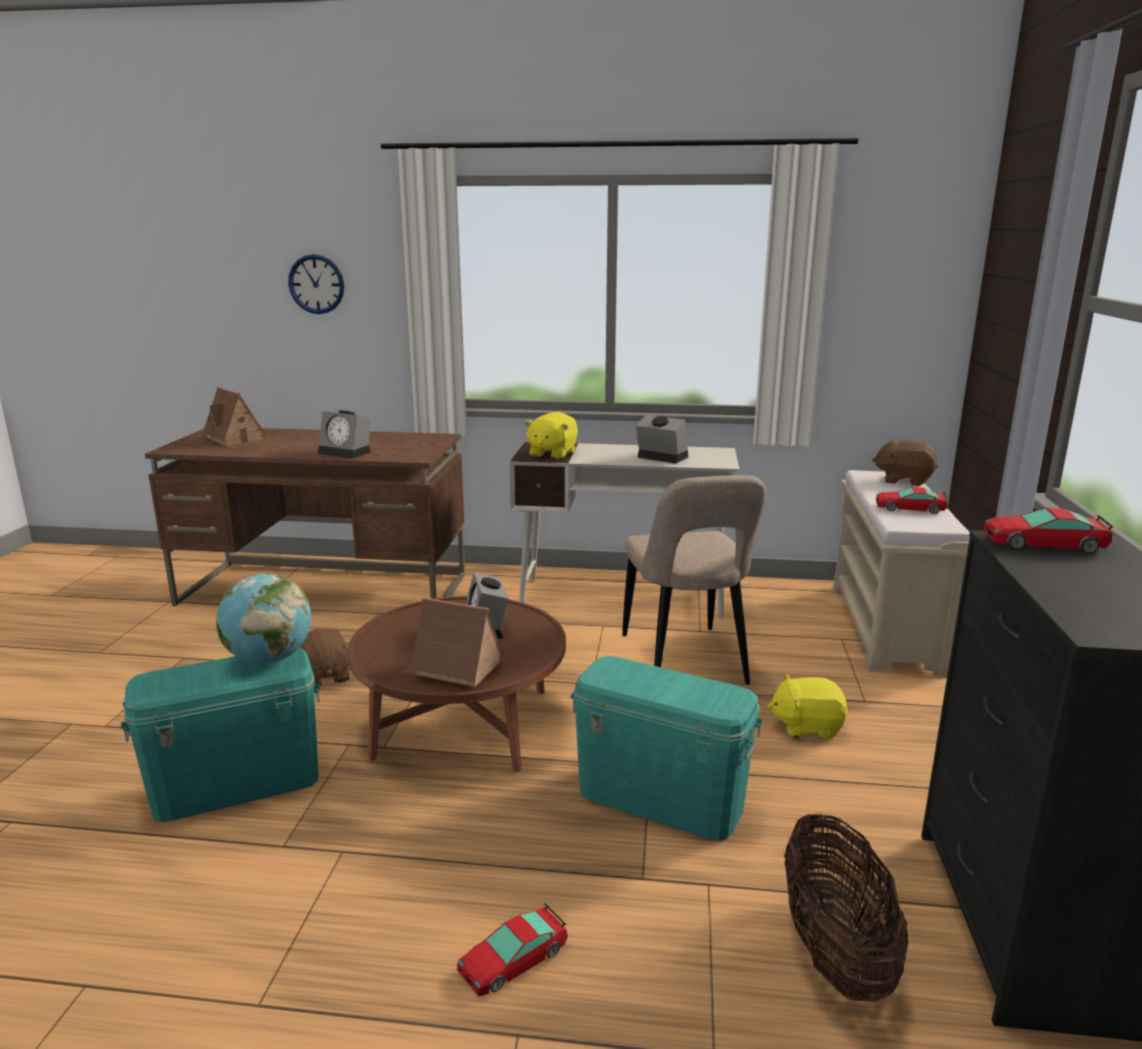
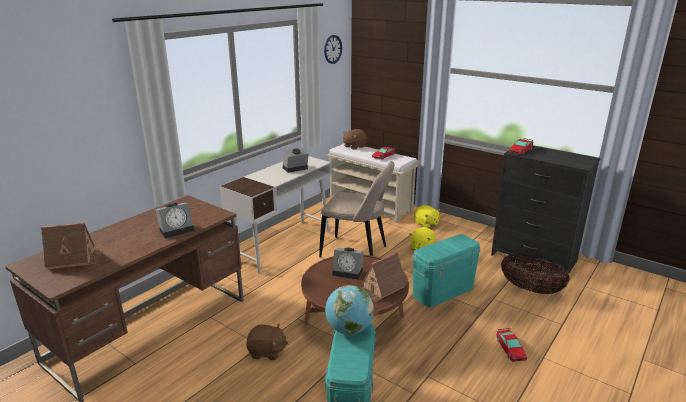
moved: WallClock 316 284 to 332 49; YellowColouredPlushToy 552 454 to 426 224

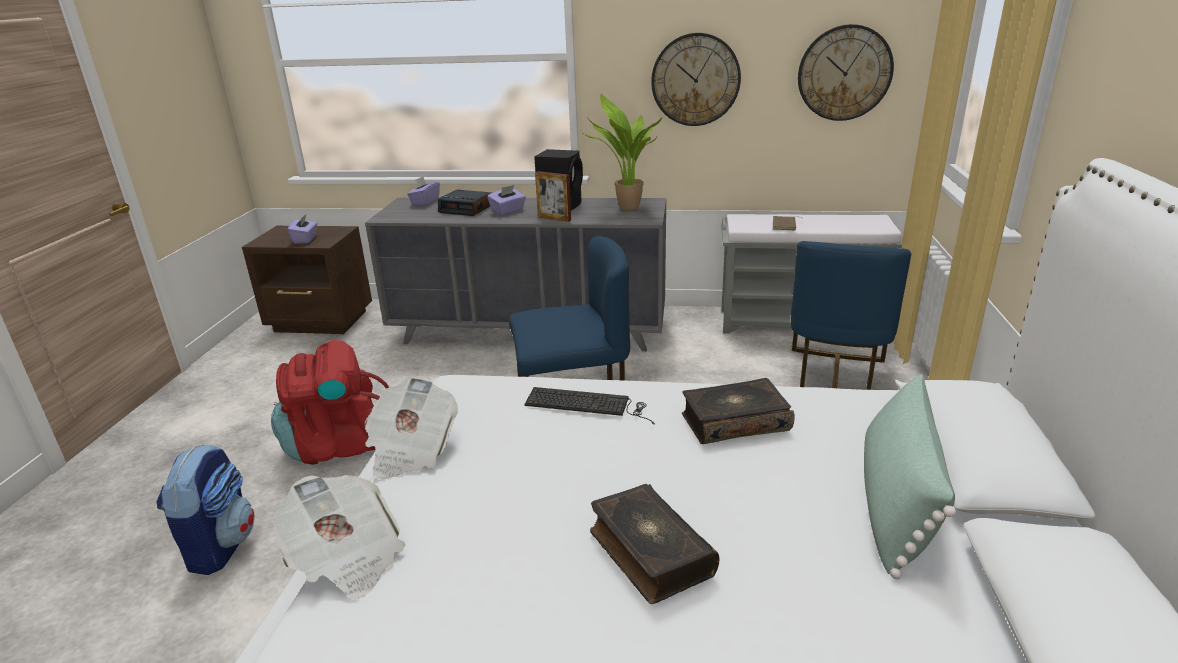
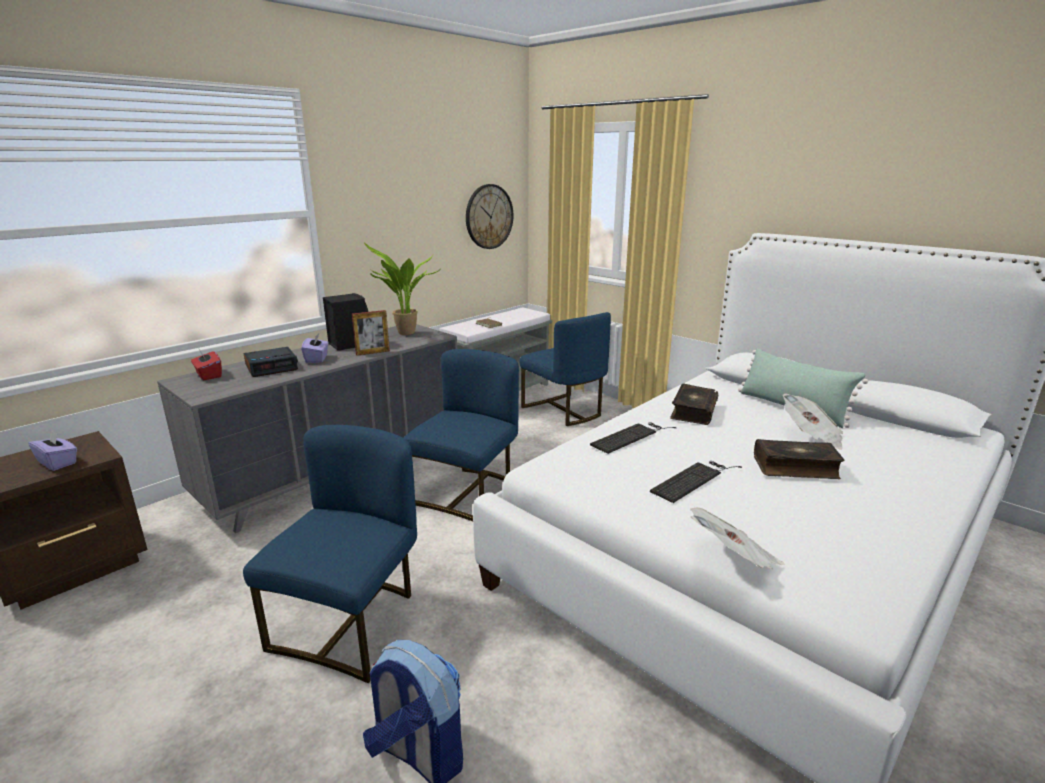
removed: WallClock 695 80
added: ComputerKeyboard 693 479
moved: DailyPaper 411 449 to 811 436
replaced: RedColouredKnapsack 338 444 to BluePlainChair 350 623
recoloured: PurpleTissueBox 425 202 to RedColouredTissueBox 208 375

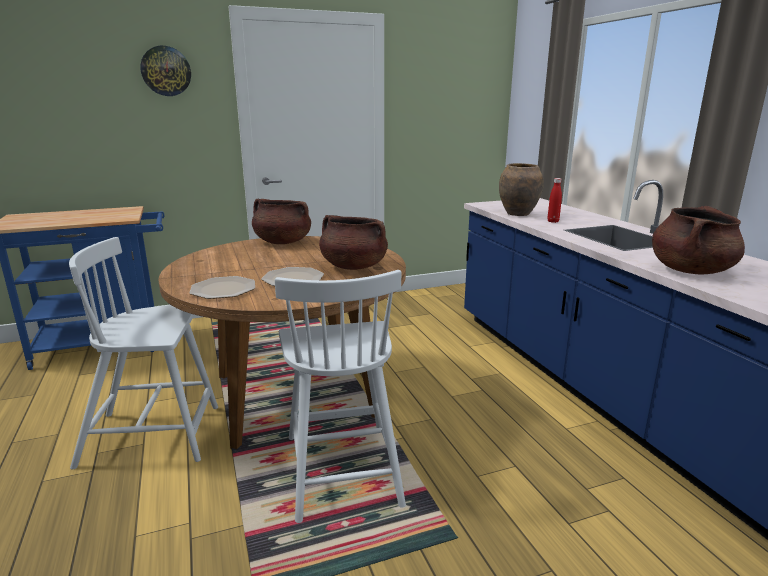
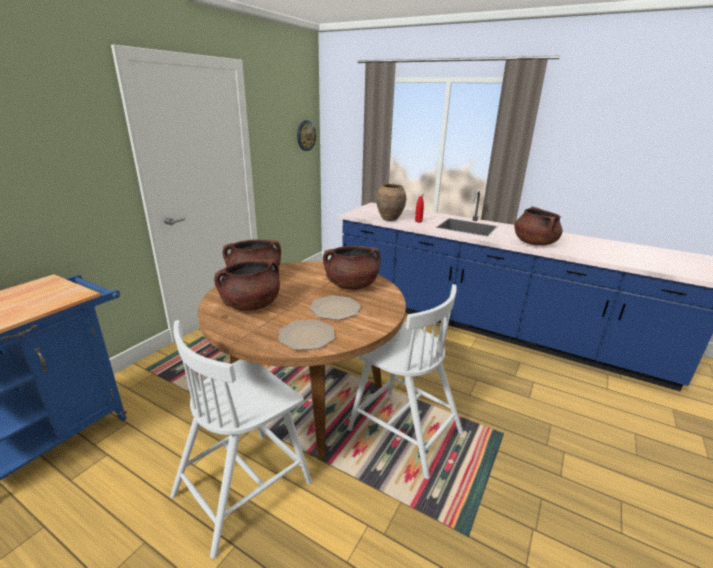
added: BrownCookingPot 251 305
moved: WallClock 166 71 to 305 135

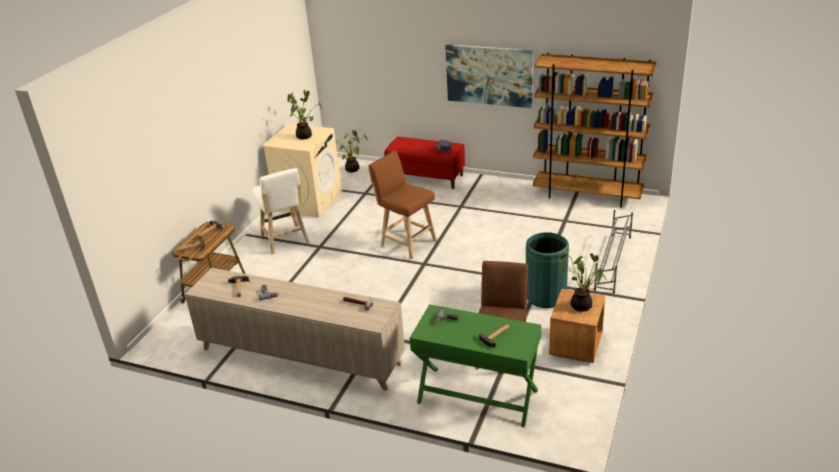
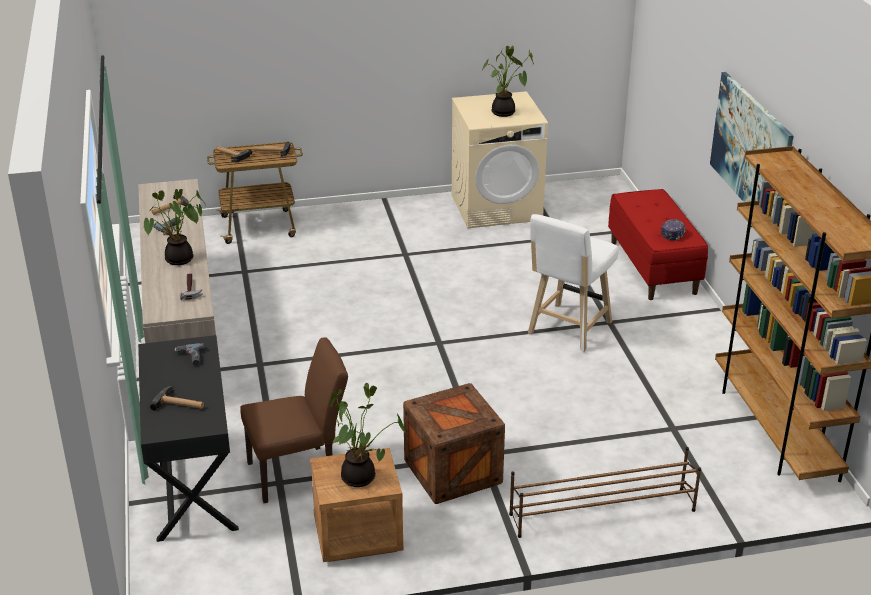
removed: BrownSittingStool 406 242
moved: PlantInAPot 353 170 to 178 260; WhiteSittingStool 285 241 to 567 330
replaced: GreenRubbishBin 545 296 to PackingCrate 453 472
recoloured: GreenDeskTable 477 397 to BlackDeskTable 192 482; GrayShoeStand 612 262 to BrownShoeStand 601 512

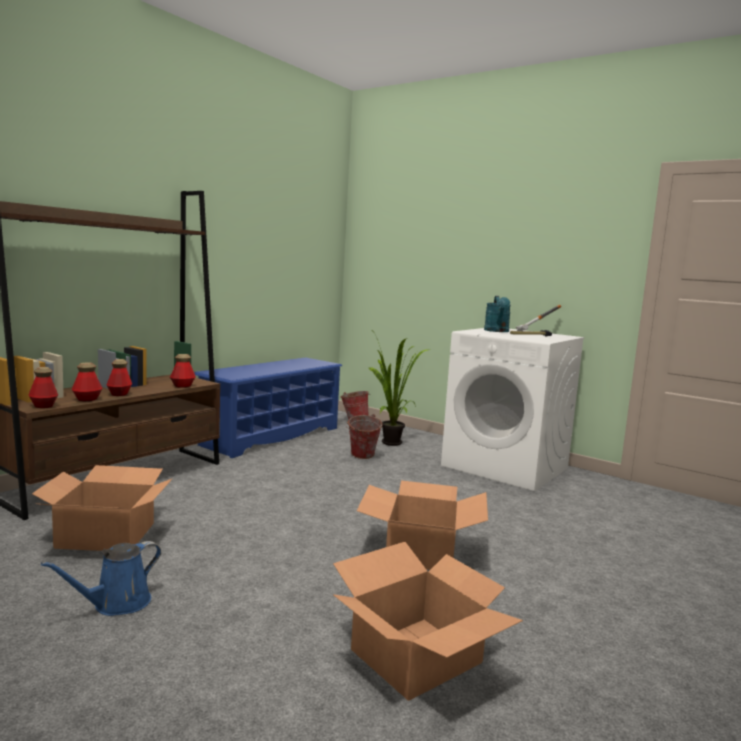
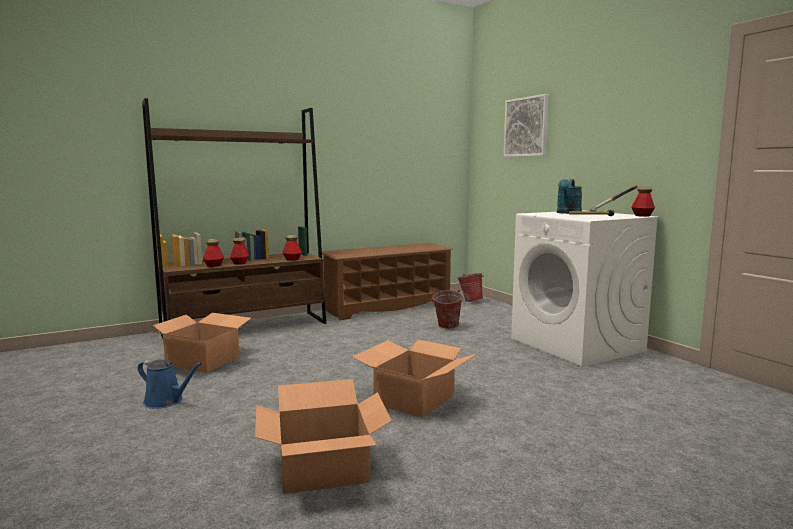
removed: PlantInAPot 390 444
added: Picture 526 127
moved: Bottle 43 406 to 642 216
recoloured: BlueShoeStand 271 436 to BrownShoeStand 387 307
turned: BlueWateringPot 117 604 = 166 401 135 degrees counterclockwise

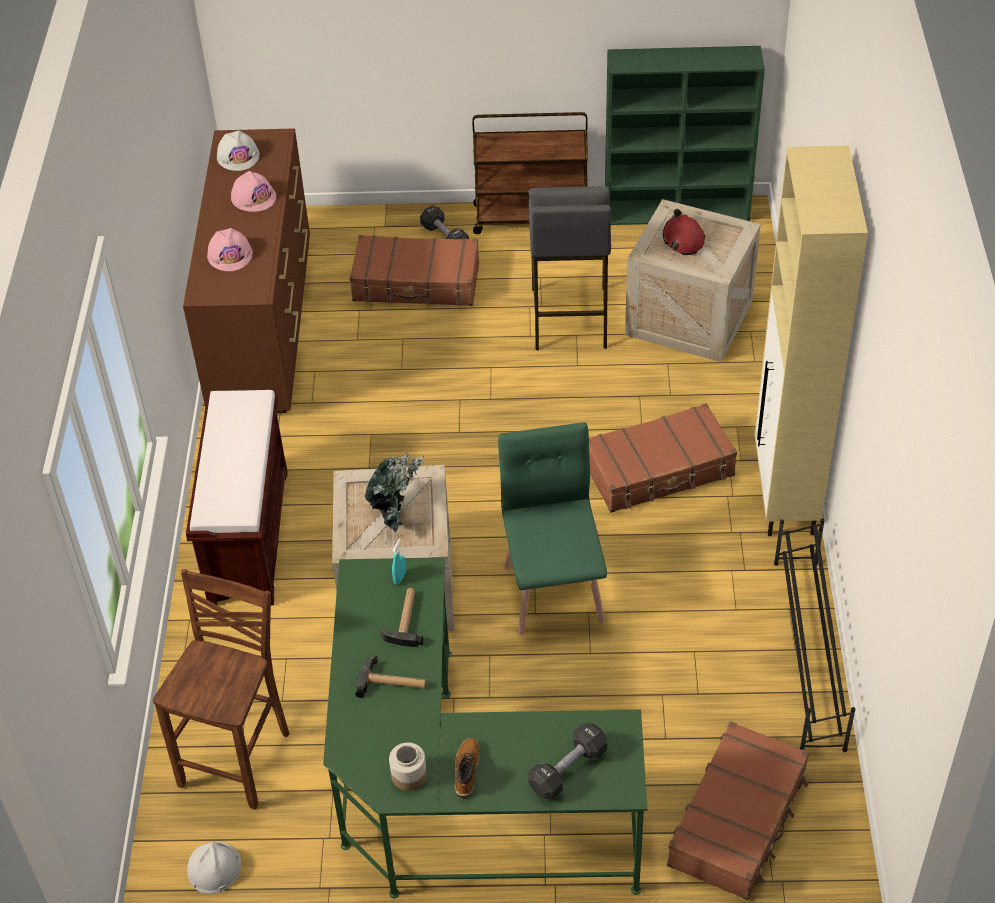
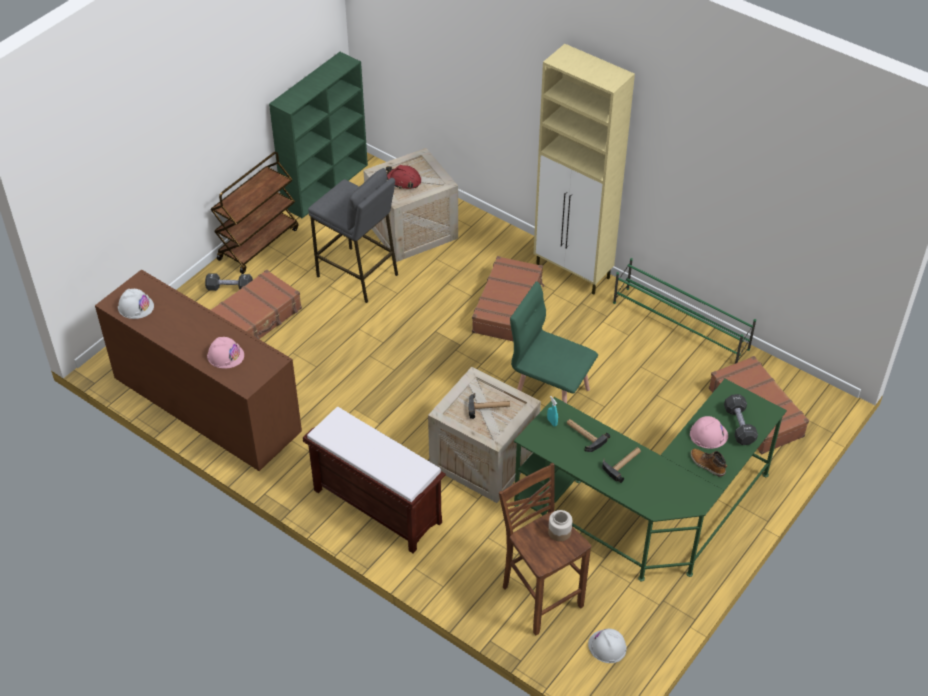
moved: StorageJar 409 775 to 559 531; PinkishWorkHelmet 253 197 to 708 434
replaced: PlantInAPot 395 515 to ToolHammer 489 407
recoloured: BlackShoeStand 808 653 to GreenShoeStand 680 326

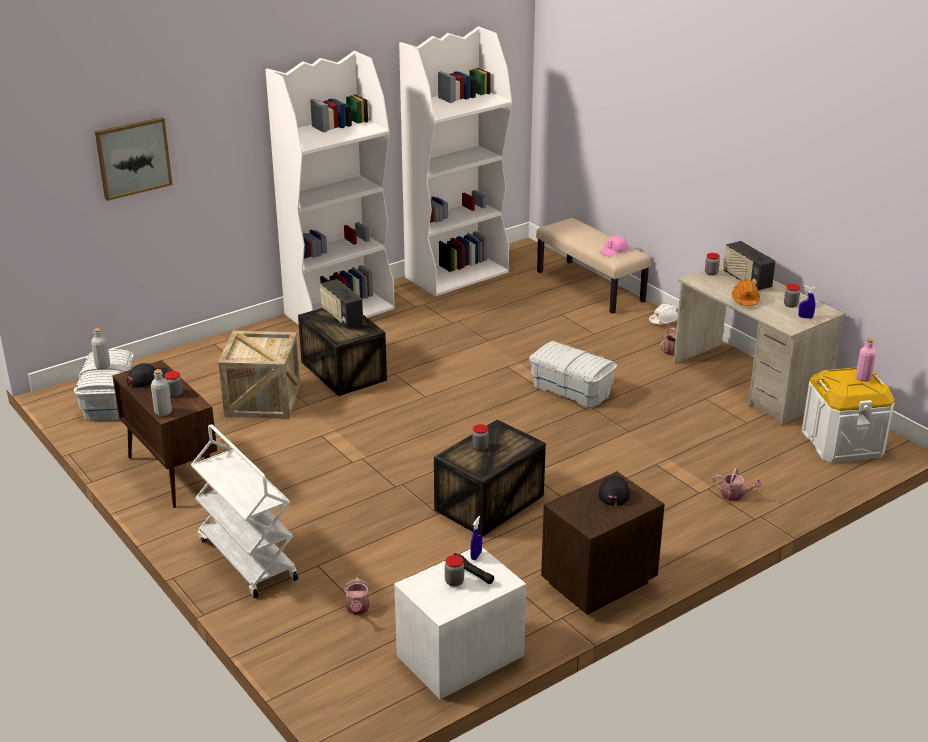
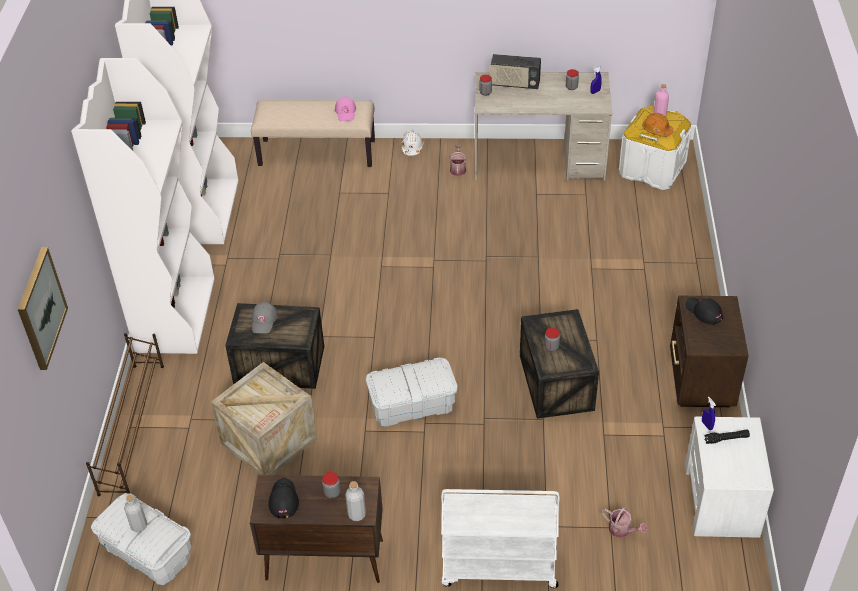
removed: StorageJar 454 582; WateringPot 735 496
added: BrownShoeStand 132 427
moved: WhiteStorageContainer 571 389 to 412 405; OrangeyWorkHelmet 745 300 to 657 130
replaced: Radio 341 317 to GrayBaseballCap 264 320

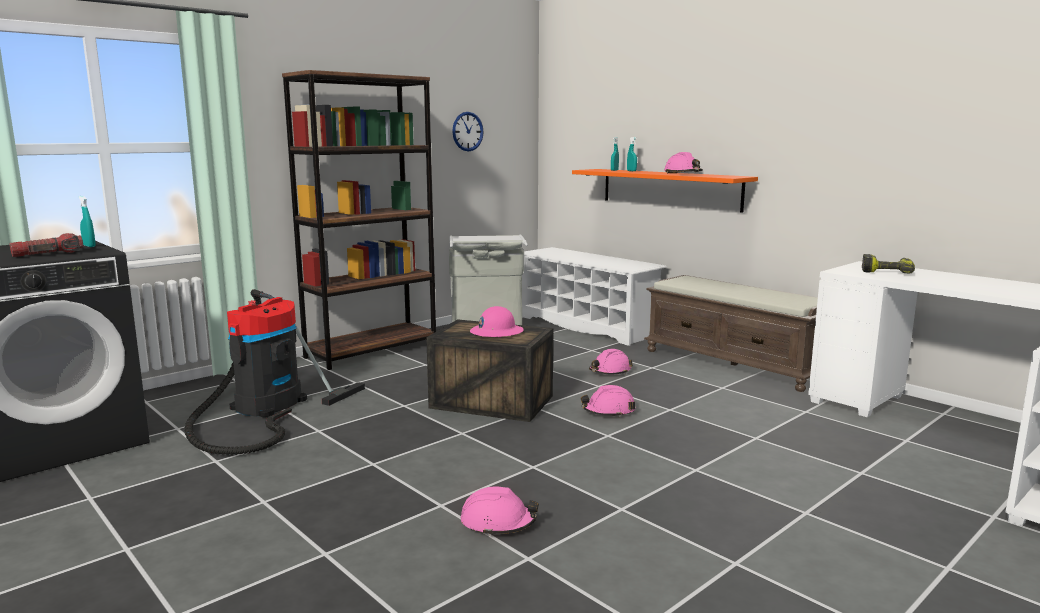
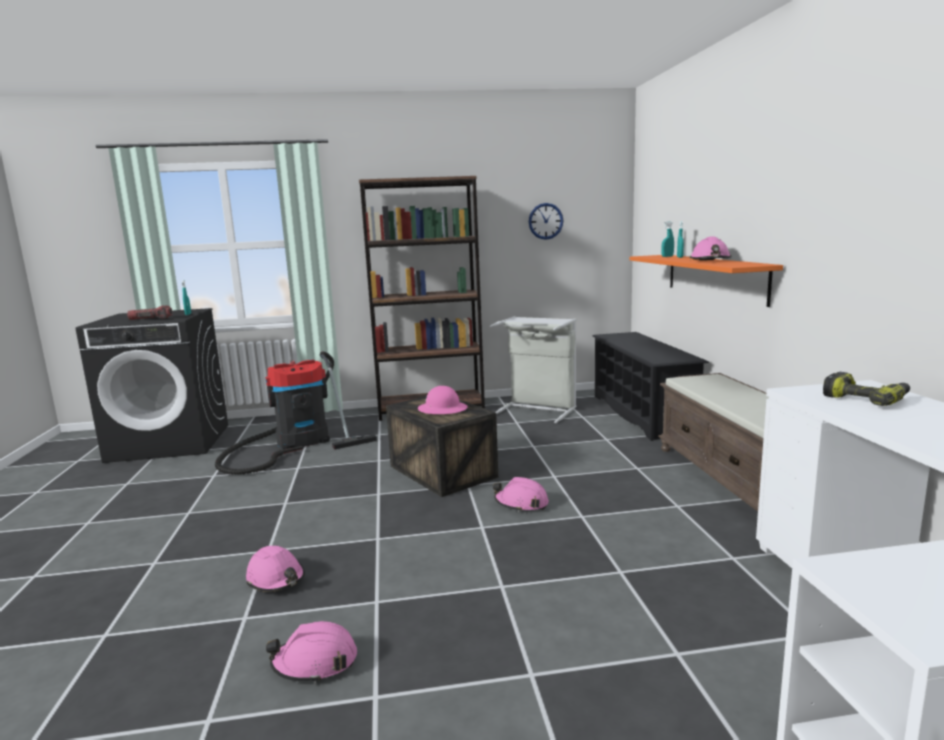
moved: PinkishWorkHelmet 610 371 to 315 662
recoloured: WhiteShoeStand 587 326 to BlackShoeStand 642 414

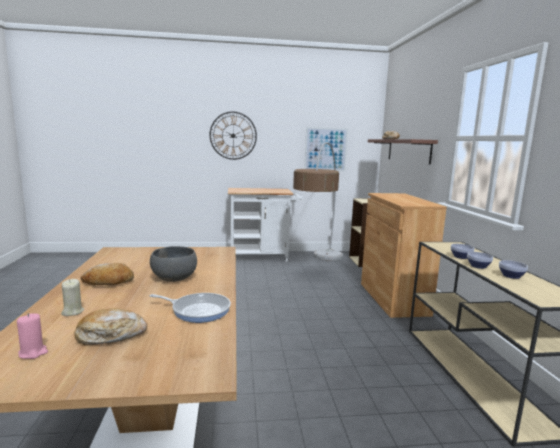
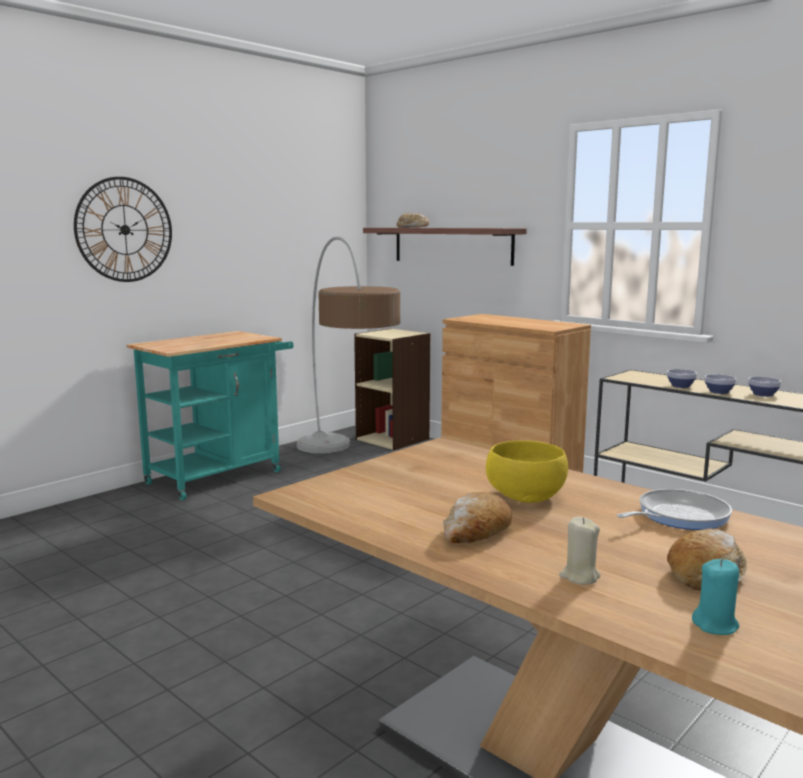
removed: Picture 325 149
recoloured: WhiteTrolley 263 257 to BlueGreenTrolley 221 475; GrayServingBowl 174 277 to YellowColouredServingBowl 525 496; PinkishWaxCandle 33 353 to BlueGreenWaxCandle 715 625

